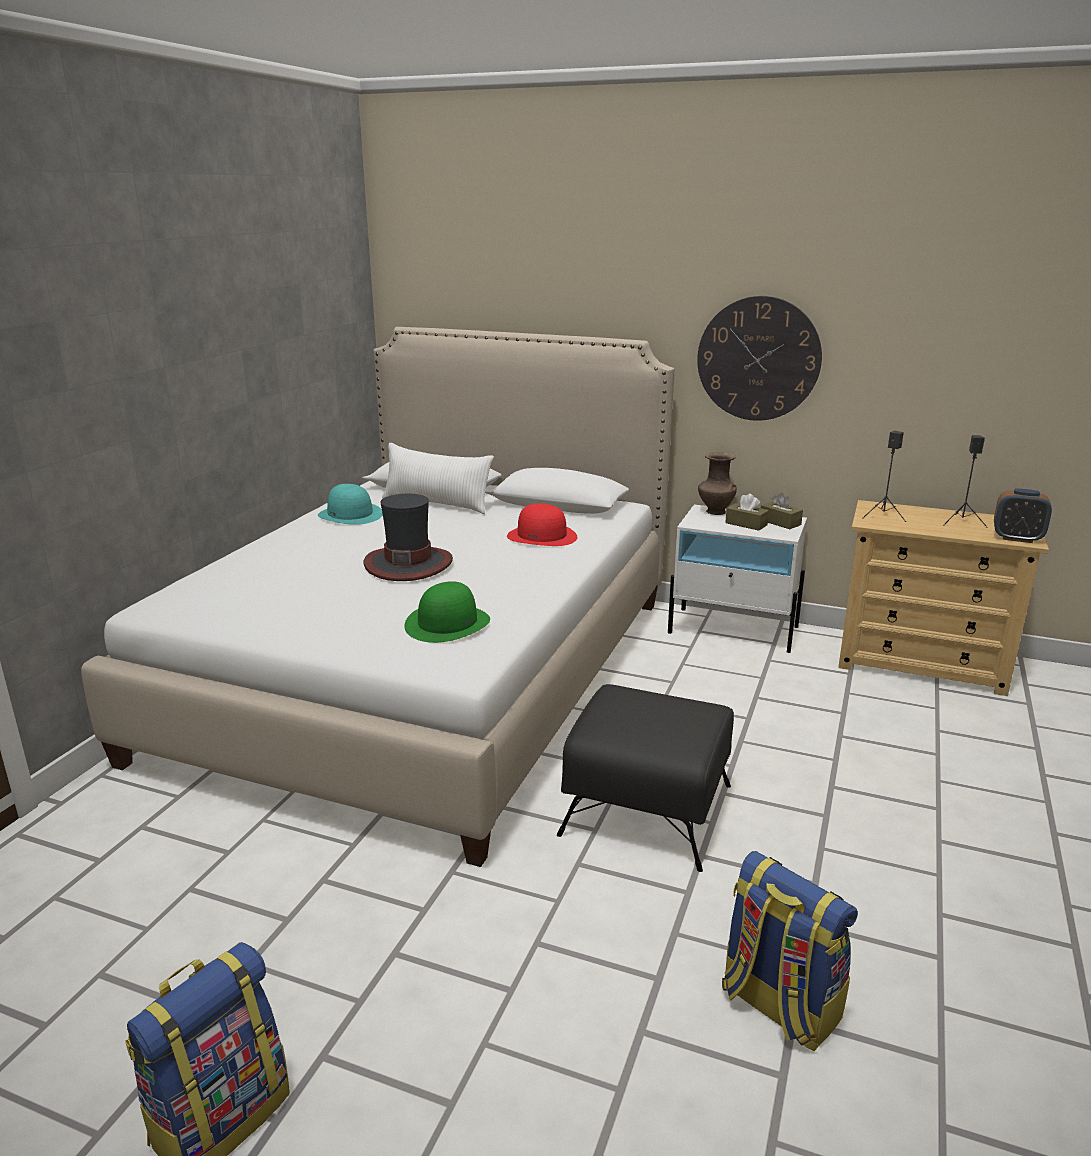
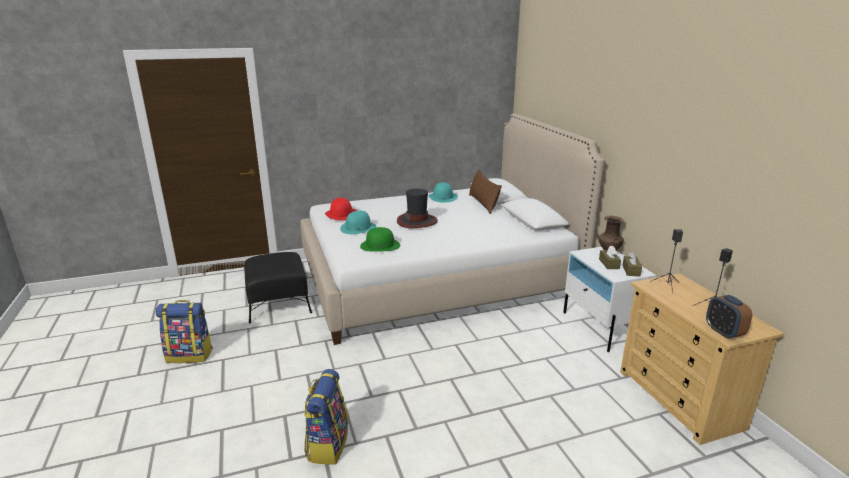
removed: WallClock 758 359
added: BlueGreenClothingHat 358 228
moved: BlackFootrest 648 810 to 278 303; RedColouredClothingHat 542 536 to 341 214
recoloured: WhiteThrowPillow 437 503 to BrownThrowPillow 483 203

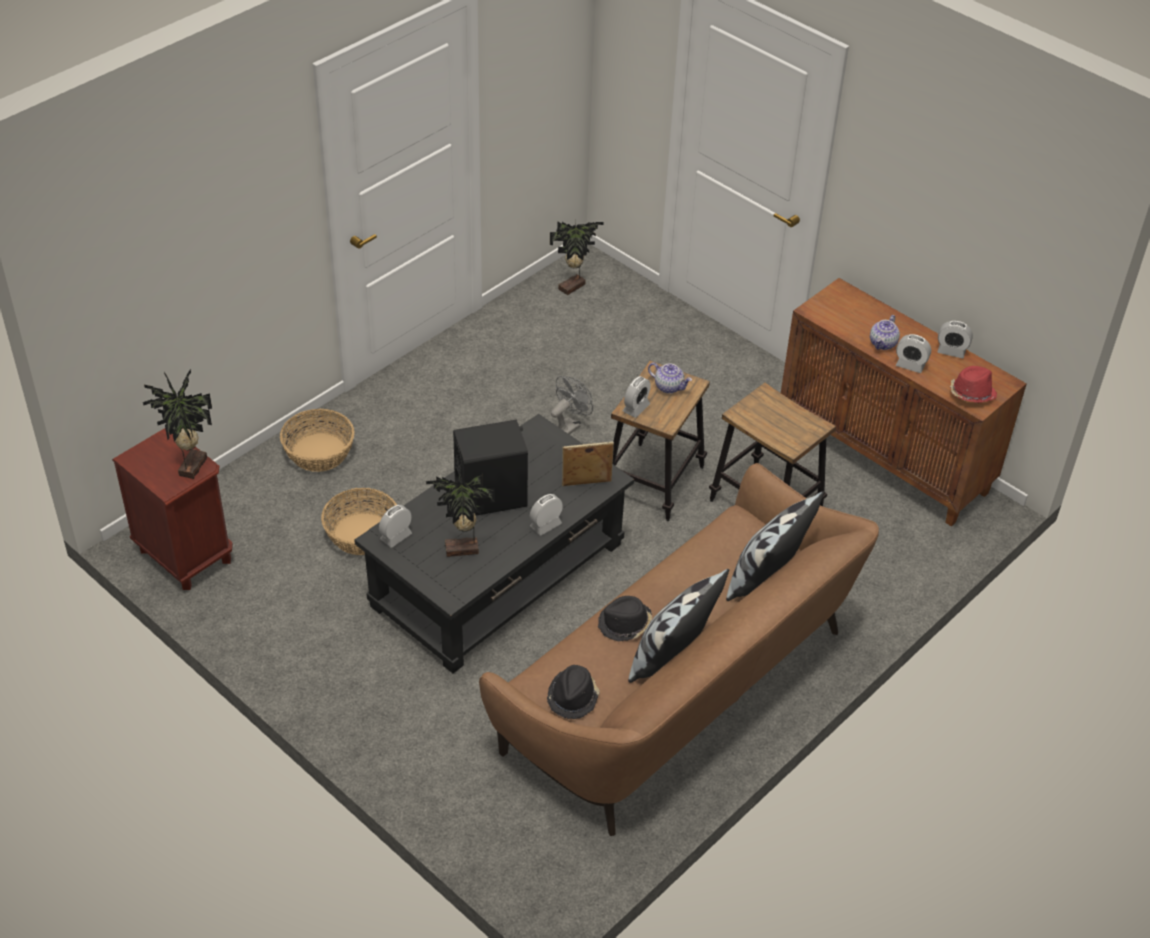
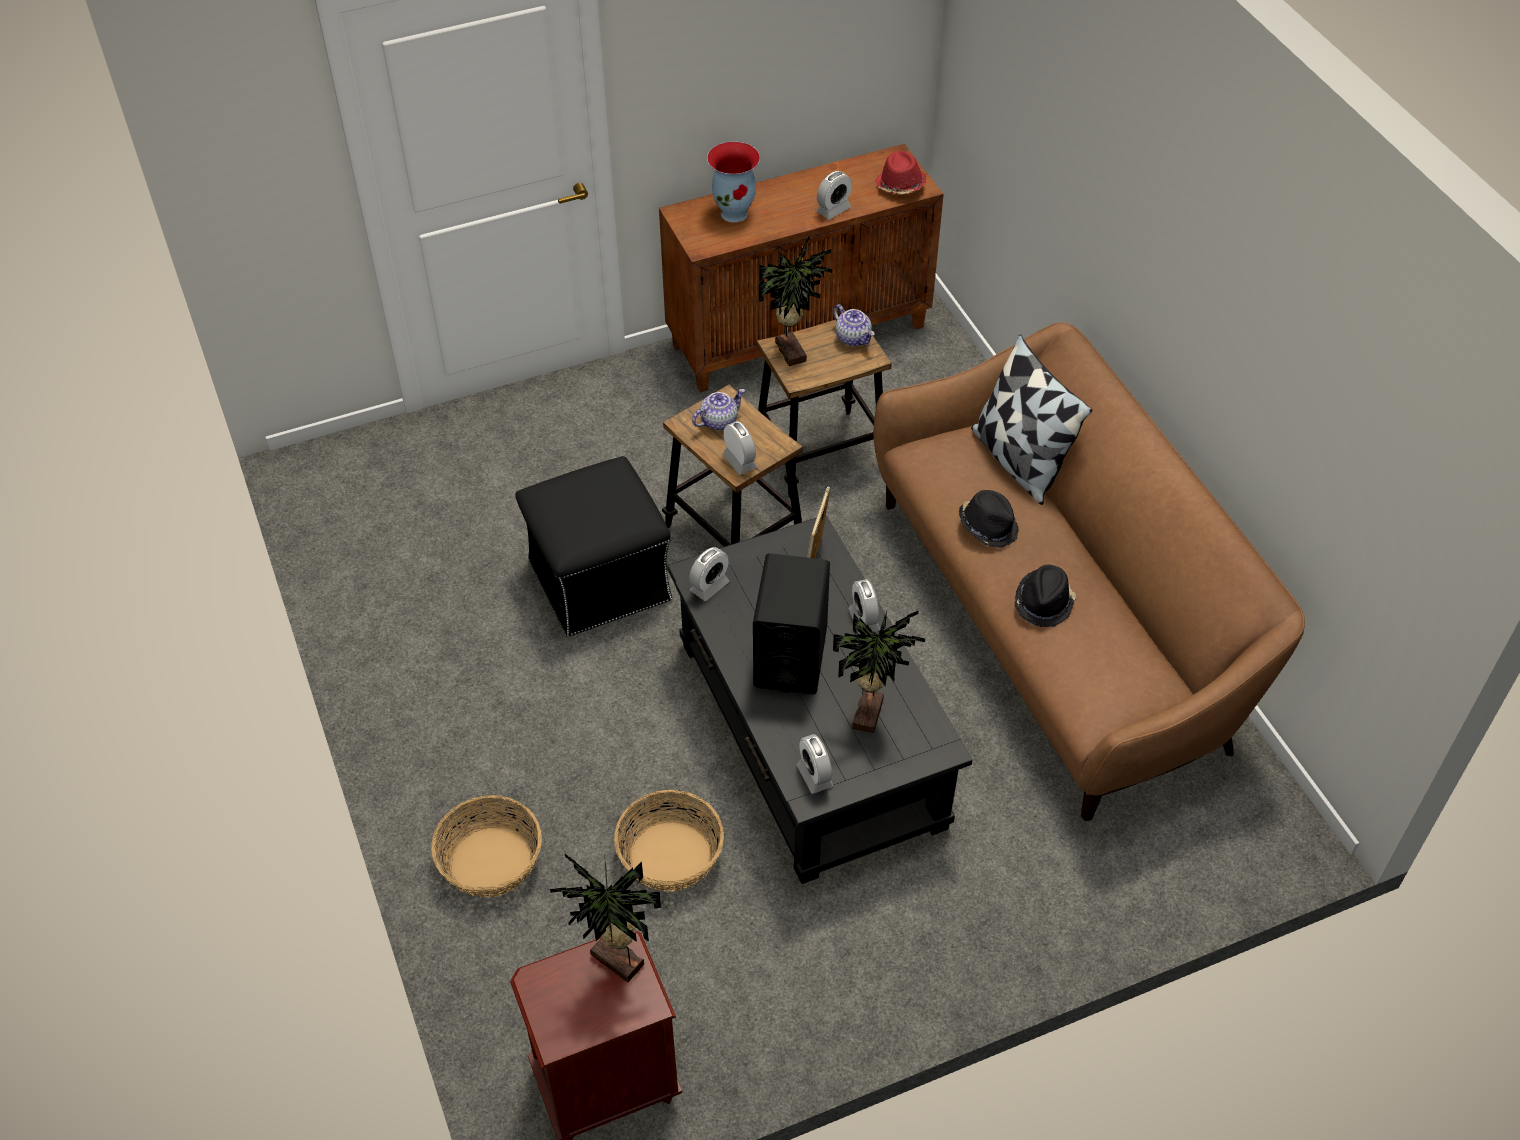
removed: ThrowPillow 672 656
added: Vase 735 213
moved: AlarmClock 951 351 to 709 586; PlantInAPot 573 287 to 792 351; PotForTea 883 344 to 853 338; BlackClothingHat 573 697 to 988 526
replaced: GrayElectricFan 568 426 to BlackFootrest 598 581

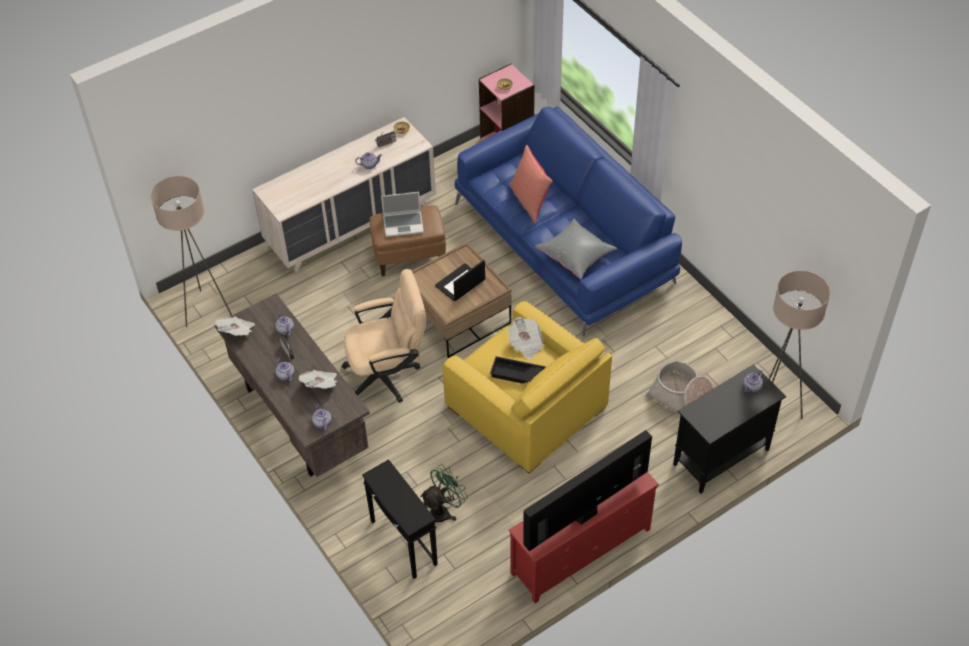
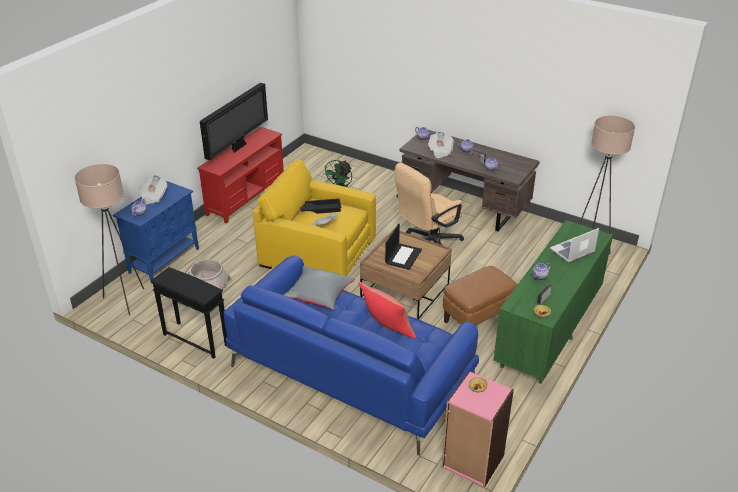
moved: DailyPaper 237 332 to 153 197; BlackSideTable 403 543 to 195 339; Laptop 403 224 to 572 251
recoloured: BlackStorageCabinet 720 457 to BlueStorageCabinet 164 260; BeigeDrawerChest 351 224 to GreenDrawerChest 549 331

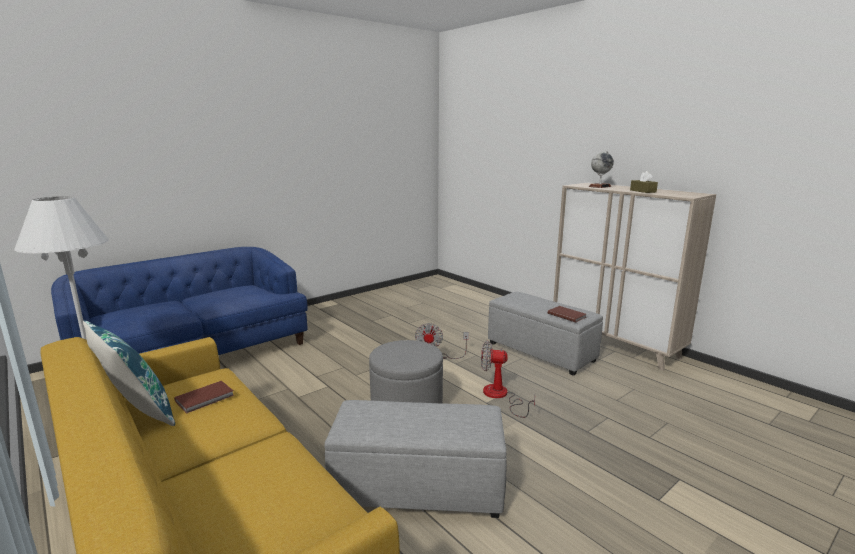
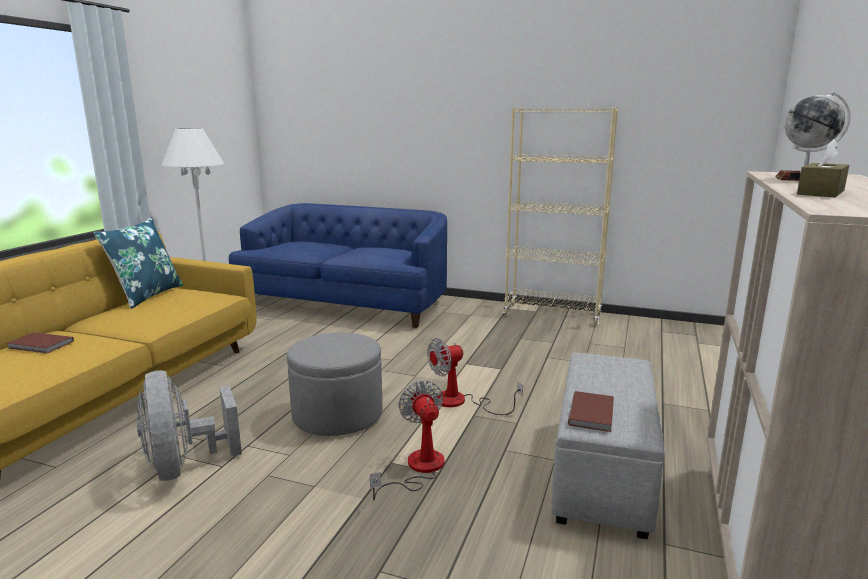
added: BeigeBookshelf 552 315
moved: BrownBoundBook 206 398 to 40 345
replaced: GrayFootrest 419 488 to GrayElectricFan 185 466

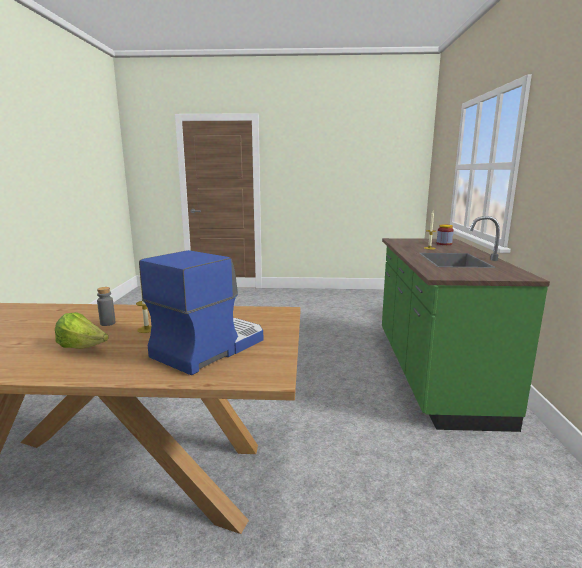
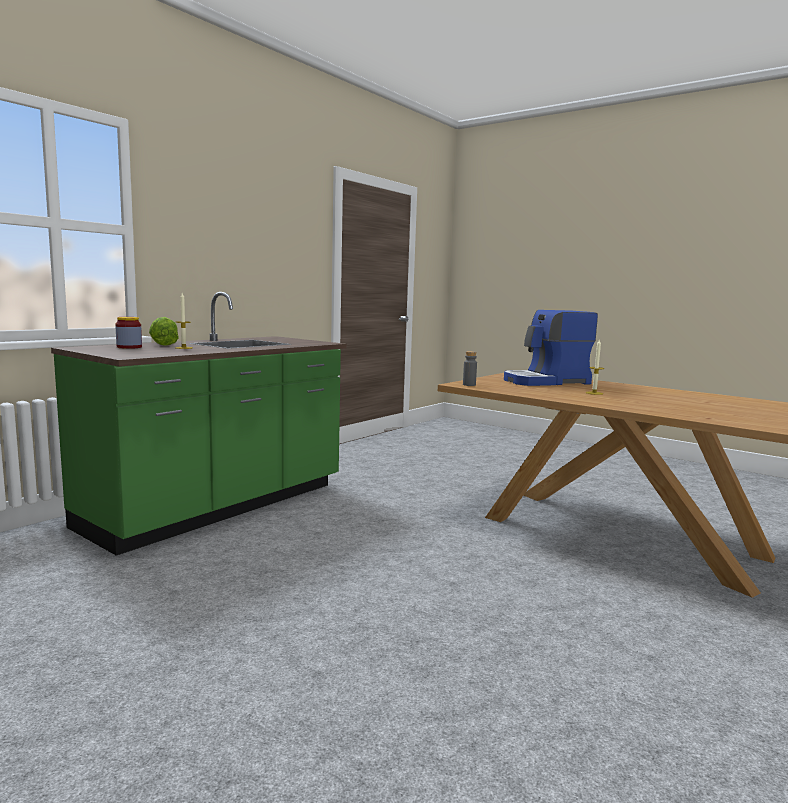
moved: HeadOfLettuce 83 348 to 163 344; GrayBottle 107 323 to 469 385

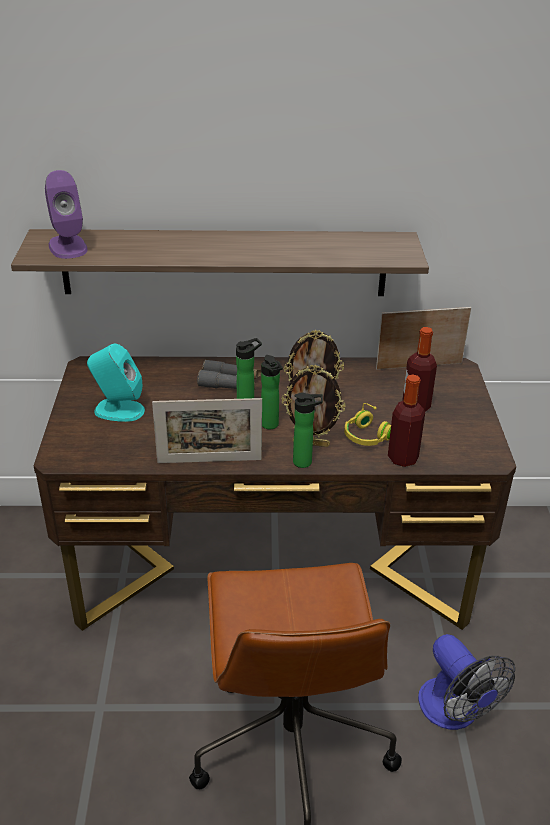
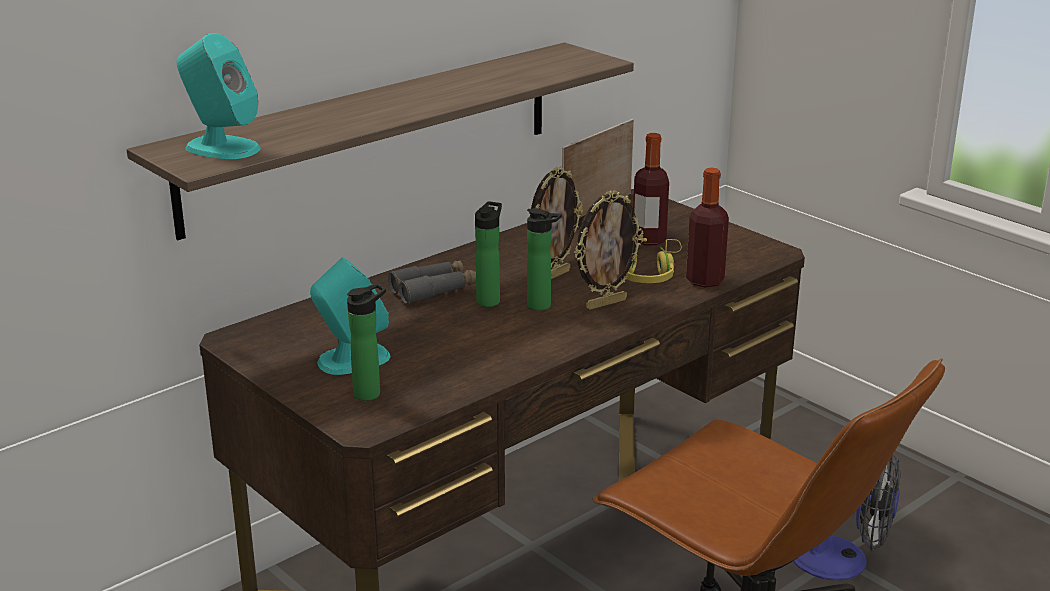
removed: StandingFrame 209 461
moved: Bottle 305 462 to 370 393
recoloured: PurpleLoudspeaker 67 246 to BlueGreenLoudspeaker 222 148

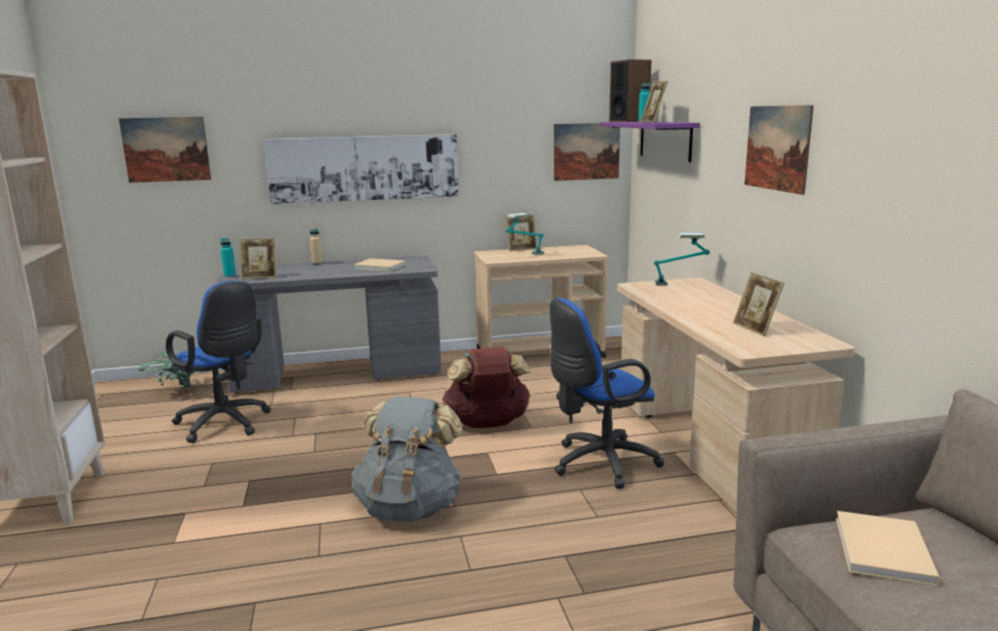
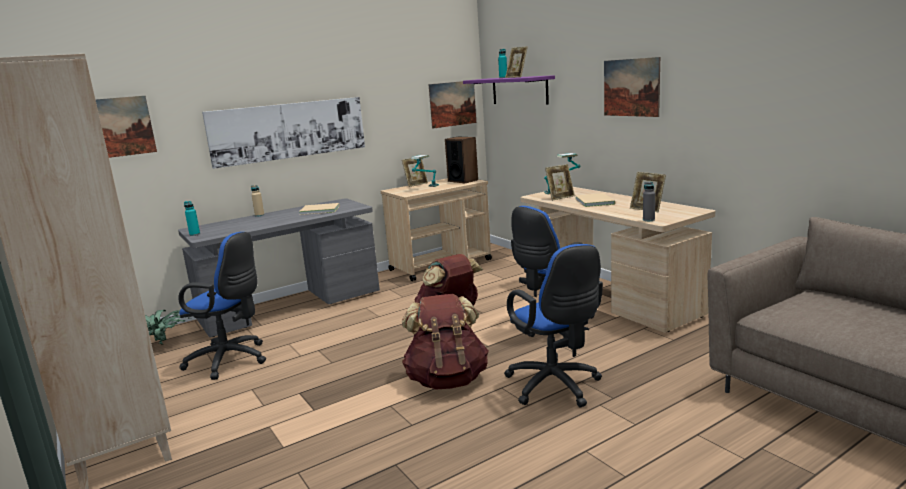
added: BlueOfficeChair 556 387; GrayBottle 648 220
moved: Loudspeaker 629 121 to 463 180; StandingFrame 260 277 to 560 197; BeigeBoundBook 886 548 to 595 201
recoloured: GrayKnapsack 410 507 to BrownKnapsack 447 379

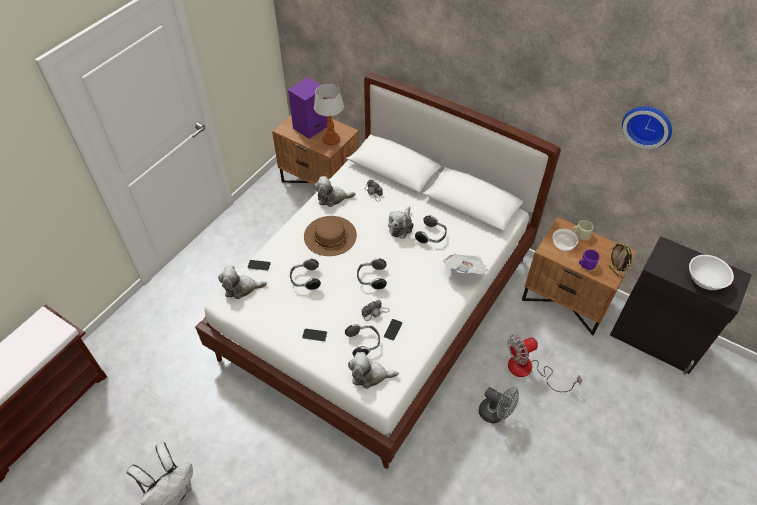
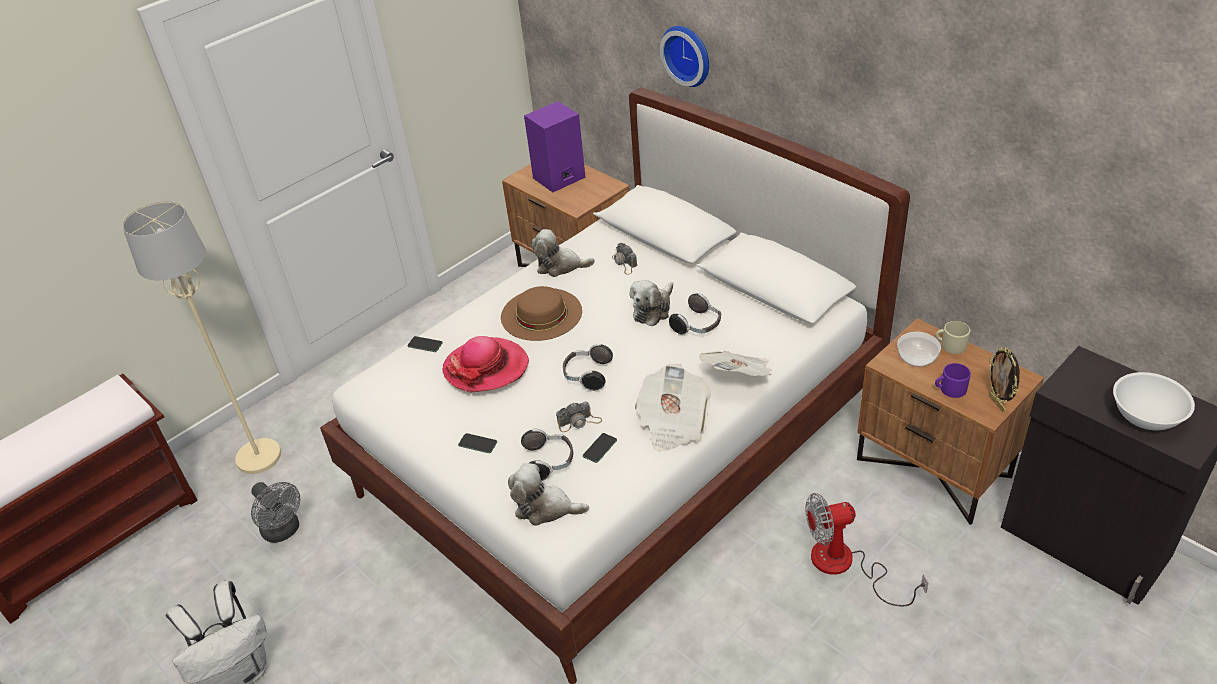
removed: PlushToy 241 288; LampForATable 331 140
added: BeigeFloorLamp 258 457; DailyPaper 672 423
moved: GrayElectricFan 495 413 to 284 531; WallClock 648 125 to 688 54
replaced: Headset 305 279 to ClothingHat 486 368

